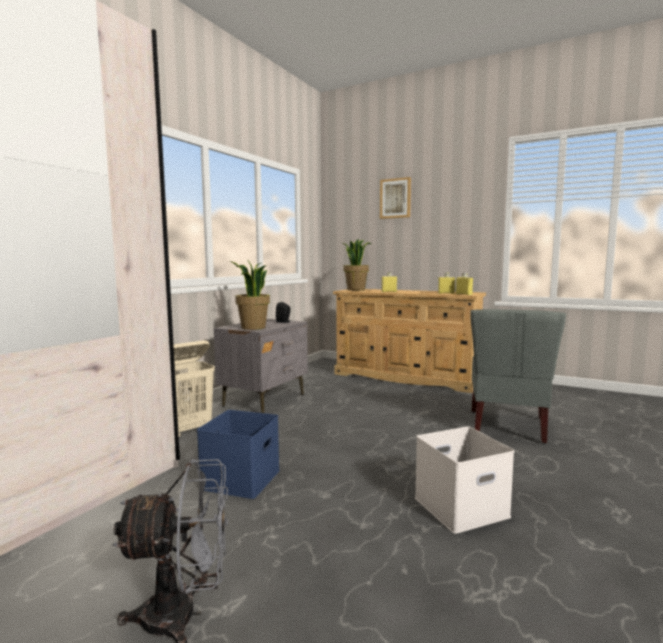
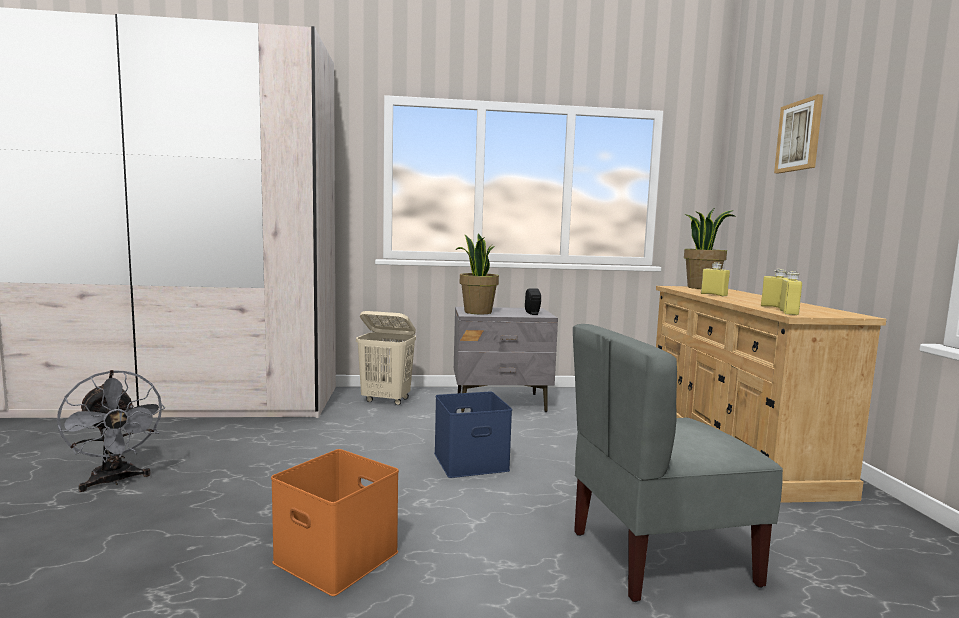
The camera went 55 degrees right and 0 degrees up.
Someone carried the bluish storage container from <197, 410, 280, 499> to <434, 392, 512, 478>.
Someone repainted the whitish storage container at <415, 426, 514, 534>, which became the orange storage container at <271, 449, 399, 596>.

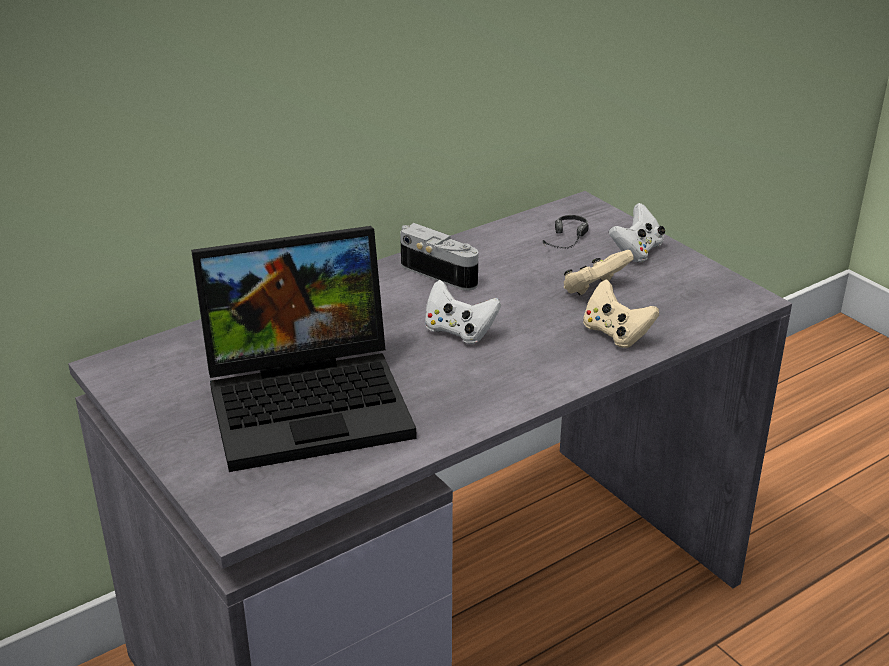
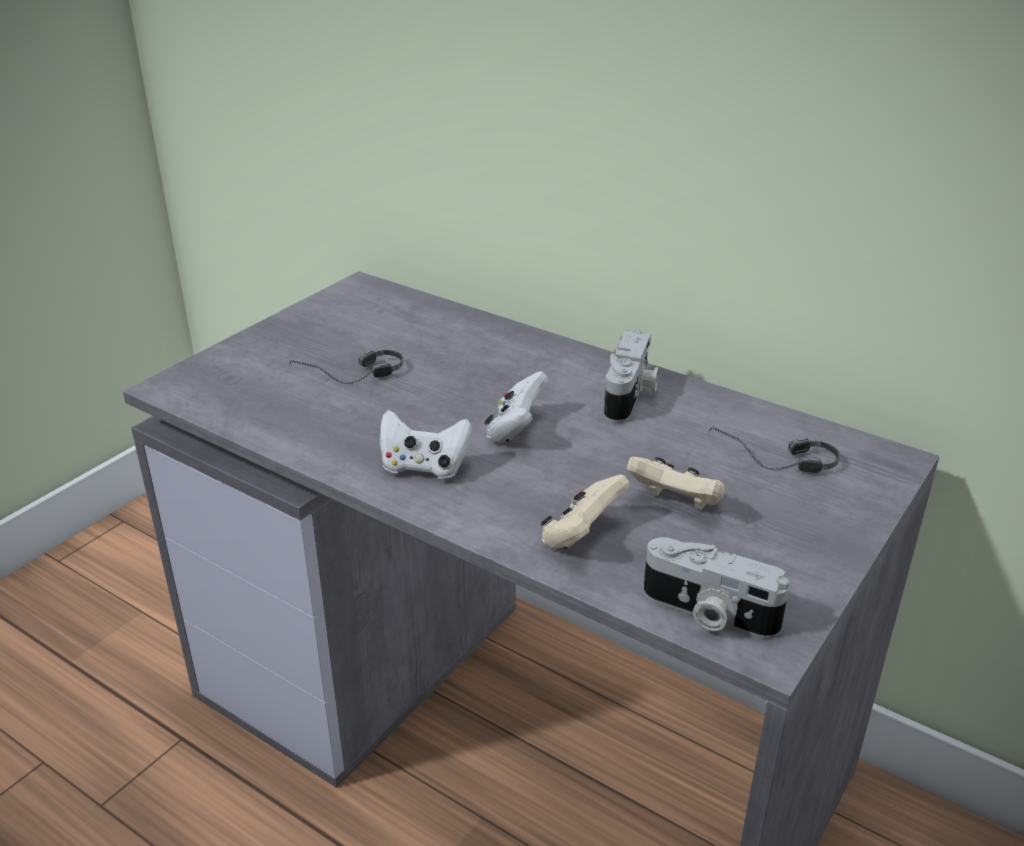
The camera went 70 degrees right and 0 degrees up.
Someone swapped the laptop at <191, 226, 416, 472> for the headset at <289, 350, 403, 384>.
Someone carried the whitish gamepad from <609, 203, 665, 263> to <380, 410, 472, 480>.
Someone put down the photo camera at <643, 537, 790, 639>.

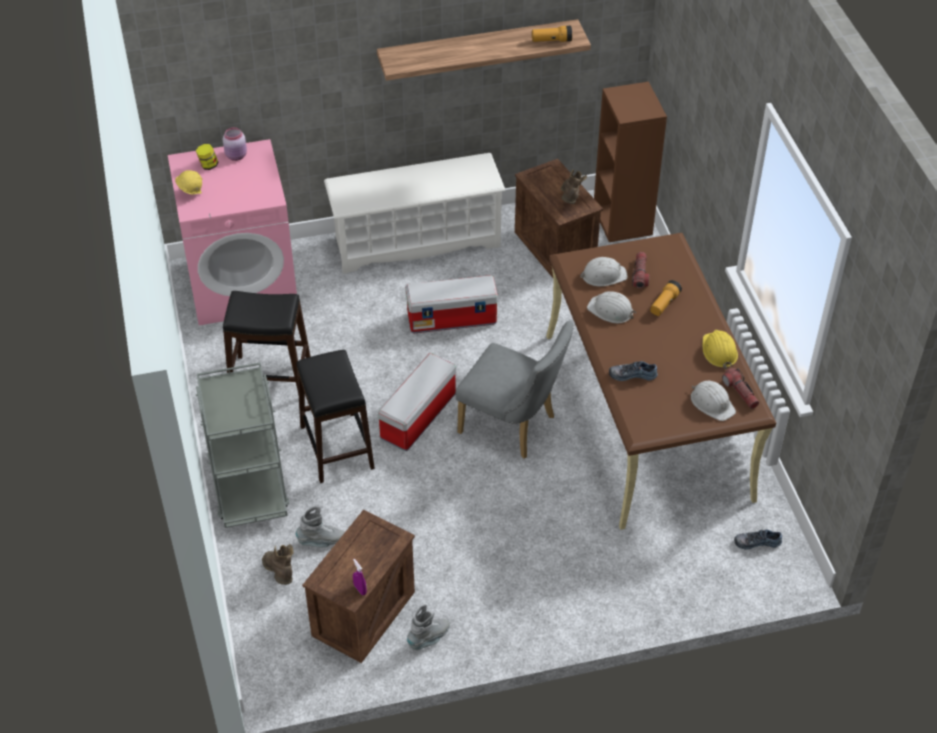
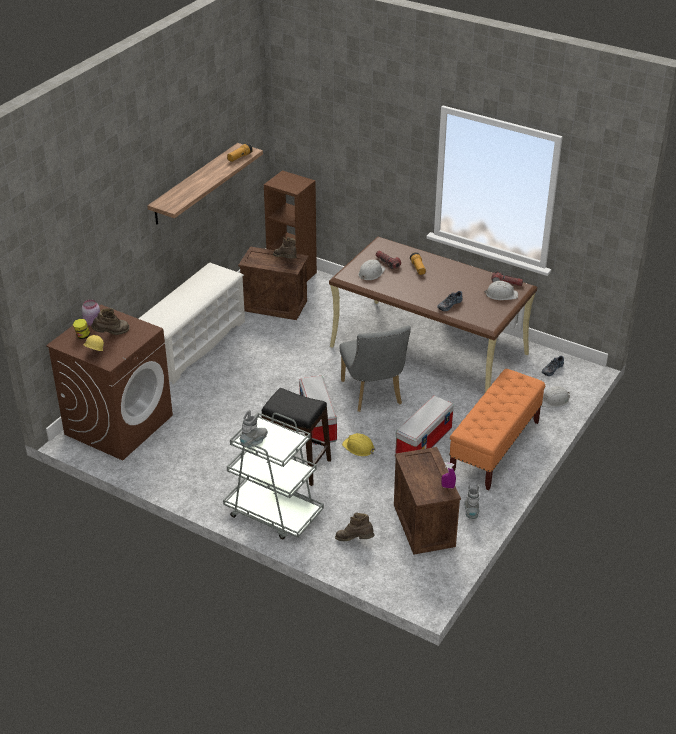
The camera went 45 degrees left and 10 degrees down.
Someone repainted the pinkish laundry machine at <168, 139, 297, 325>, which became the brown-coloured laundry machine at <46, 304, 173, 460>.
Someone took away the blackish stool at <223, 291, 311, 390>.
Someone carried the grey high-top boot from <296, 506, 345, 548> to <240, 410, 268, 448>.
Someone carried the storage container from <405, 275, 498, 333> to <395, 395, 454, 454>.
Someone rotated the grey plain chair at <455, 321, 573, 458> by 90 degrees clockwise.
Someone carried the whitish safety helmet from <587, 291, 636, 323> to <542, 386, 570, 407>.
Someone carried the yellow safety helmet from <702, 329, 738, 369> to <342, 433, 375, 456>.
Someone put down the brown-coloured high-top boot at <91, 308, 130, 335>.
Someone put down the orange indoor bench at <449, 369, 545, 490>.

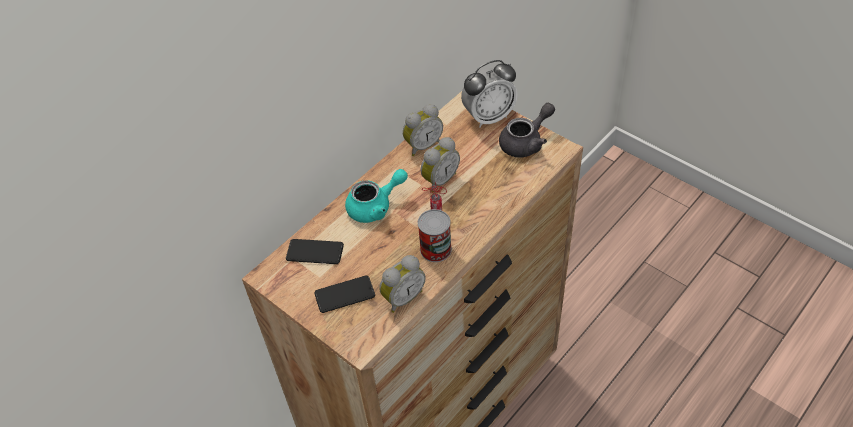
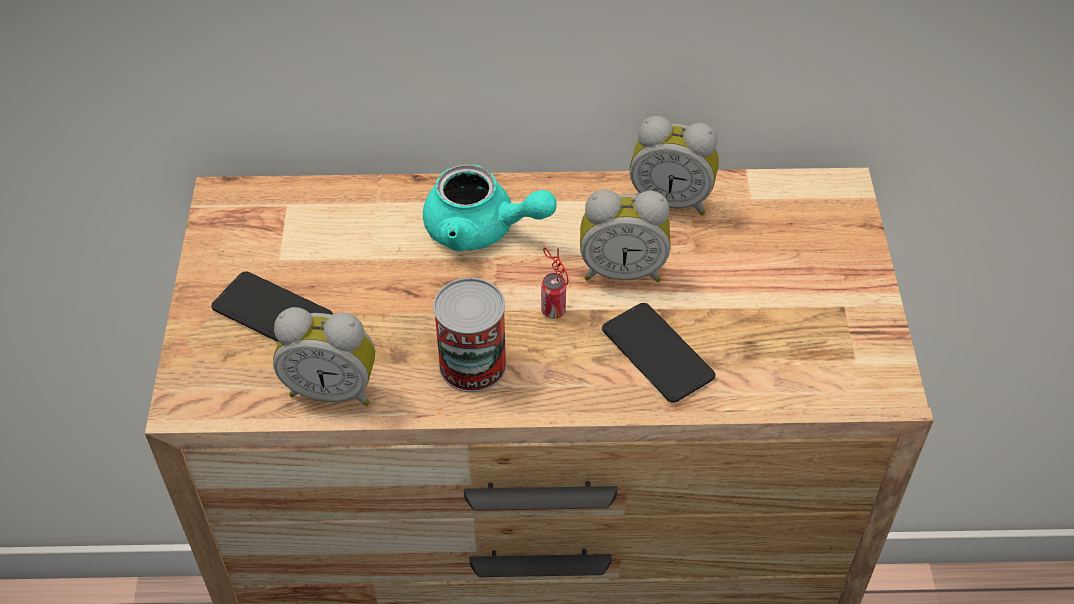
The camera went 45 degrees right and 0 degrees up.
Someone carried the handset from <286, 239, 344, 264> to <602, 303, 716, 403>.
Someone took away the bedside clock at <461, 60, 518, 128>.
Someone took away the grey tea pot at <499, 103, 555, 158>.

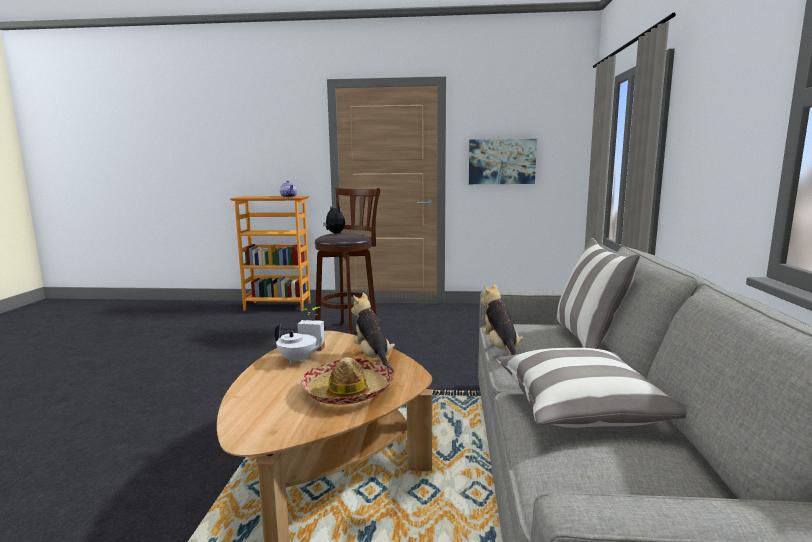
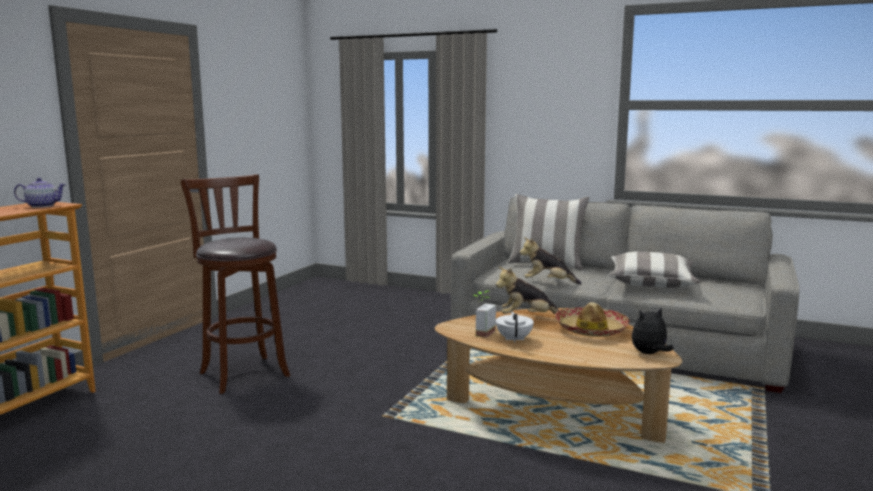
The camera went 70 degrees left and 0 degrees up.
Someone rotated the whitish tea pot at <274, 324, 322, 364> by 45 degrees counterclockwise.
Someone carried the cuddly toy from <323, 206, 345, 233> to <632, 308, 674, 354>.
Someone took away the picture at <469, 139, 537, 184>.

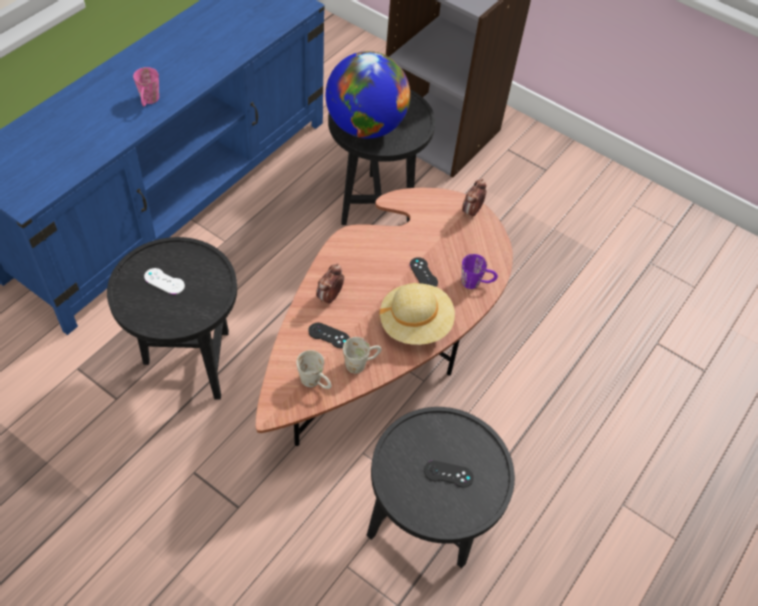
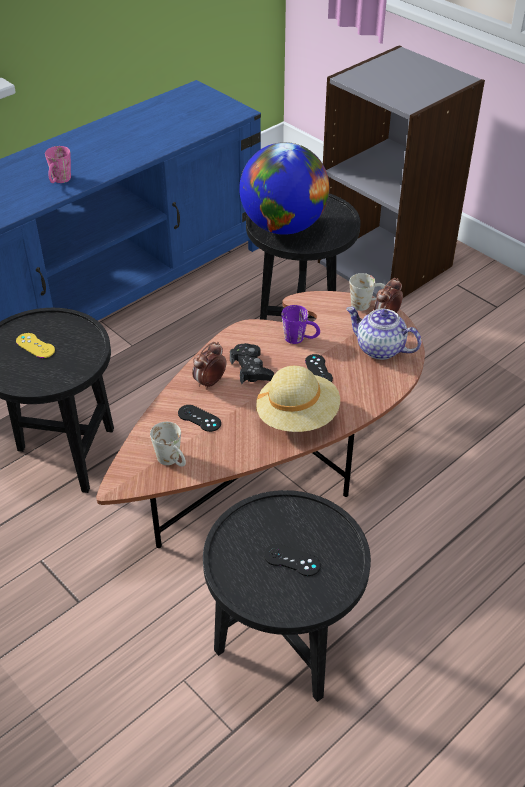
The camera went 15 degrees right and 10 degrees down.
Someone repainted the whitish gamepad at <144, 268, 185, 294>, which became the yellow gamepad at <16, 333, 55, 358>.
Someone carried the whitish coffee mug from <343, 337, 381, 374> to <350, 273, 385, 311>.
Someone carried the purple coffee mug from <462, 254, 498, 289> to <281, 305, 320, 344>.
Someone put down the blackish gamepad at <230, 343, 274, 384>.
Someone put down the tea pot at <346, 307, 421, 360>.

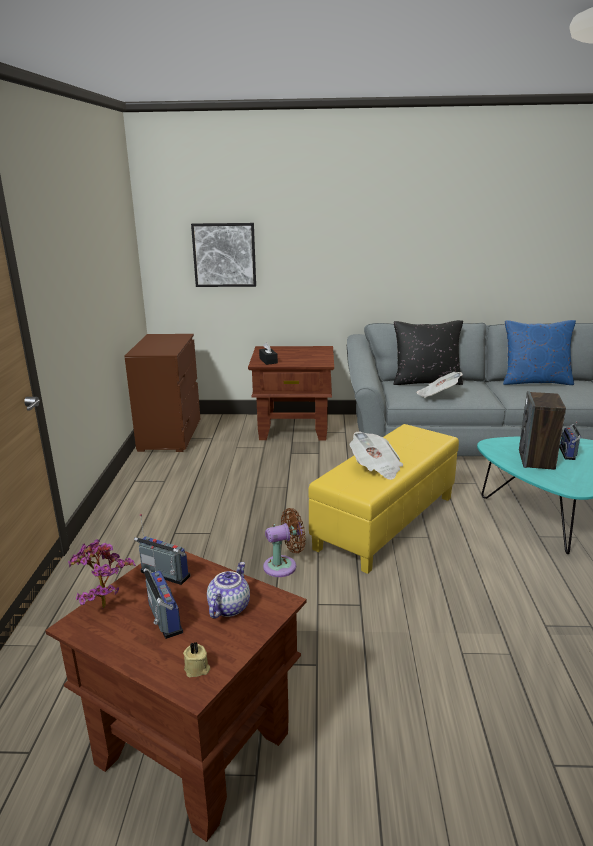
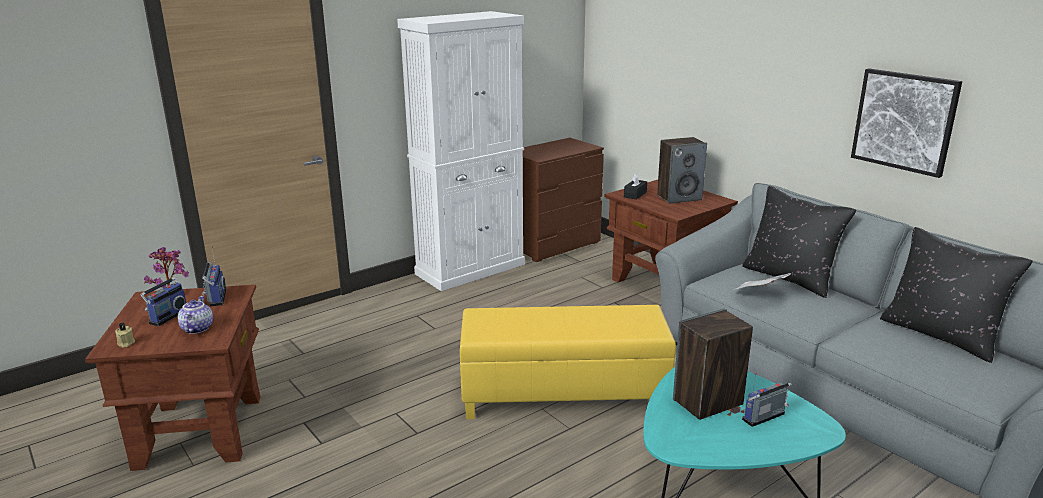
The camera went 50 degrees right and 0 degrees up.
Someone carried the picture from <191, 223, 256, 287> to <851, 69, 962, 178>.
Someone rotated the tea pot at <207, 562, 250, 619> by 75 degrees counterclockwise.
Someone took away the brown-coloured electric fan at <263, 508, 306, 577>.
Someone took away the printed paper at <350, 431, 404, 480>.
Someone repainted the bluish cushion at <503, 320, 576, 385>, which became the blackish cushion at <880, 227, 1033, 363>.
Someone put down the whitish cupboard at <397, 11, 525, 291>.
Someone put down the speaker at <657, 137, 707, 204>.

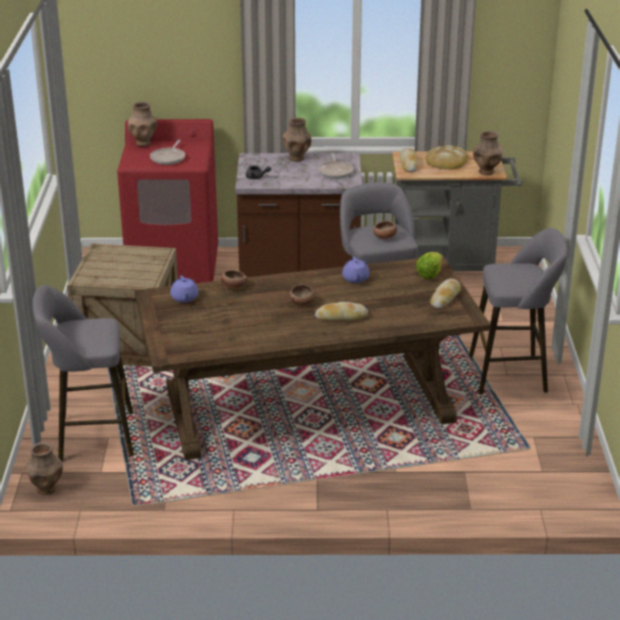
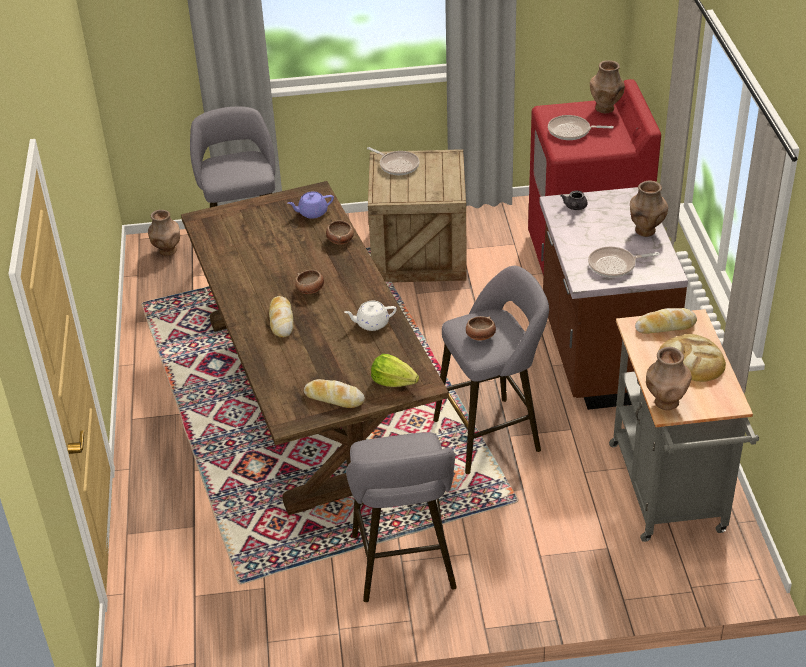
The camera went 85 degrees right and 10 degrees up.
Someone repainted the purple tea pot at <342, 257, 370, 283>, which became the whitish tea pot at <344, 301, 397, 331>.
Someone put down the frying pan at <367, 147, 419, 175>.

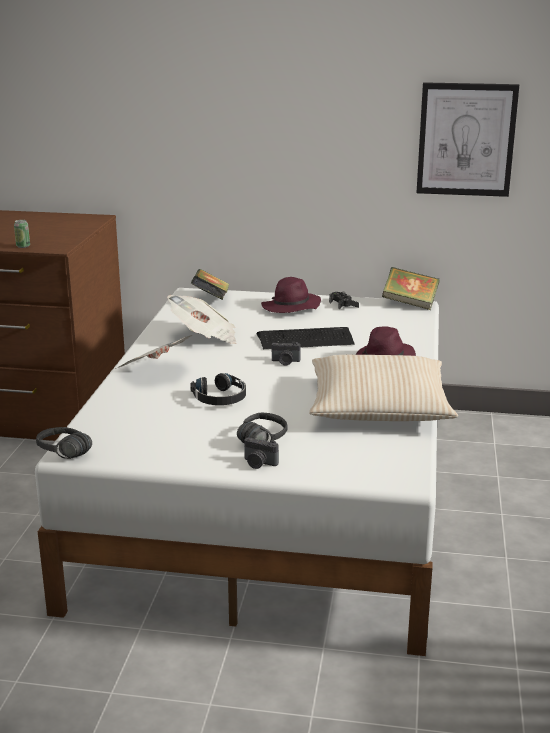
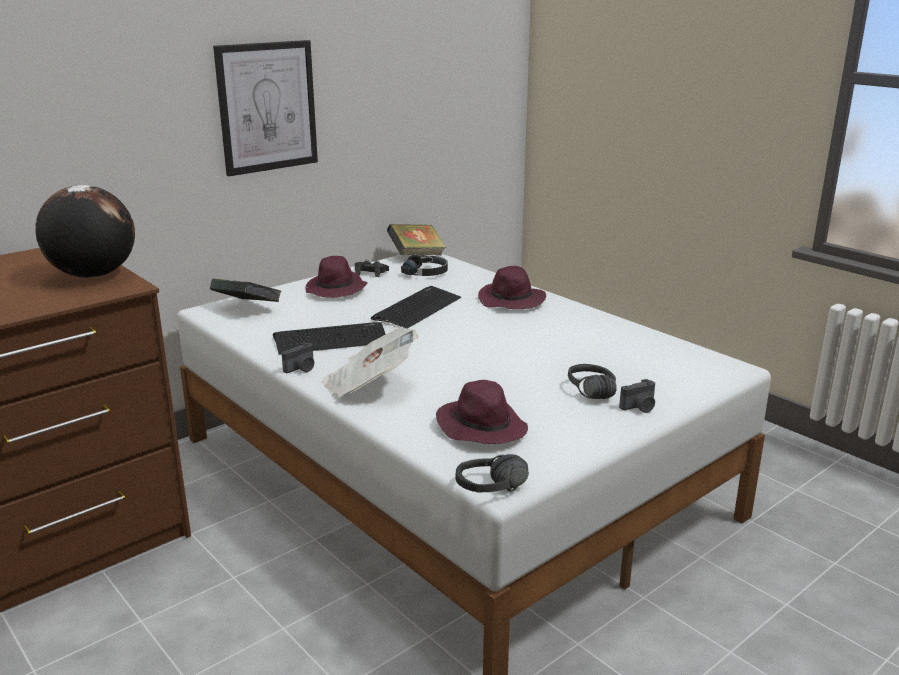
The camera went 50 degrees left and 0 degrees up.
Someone took away the sealed can at <14, 220, 30, 248>.
Someone swapped the printed paper at <167, 295, 236, 344> for the computer keyboard at <273, 322, 385, 355>.
Someone carried the blackish headset from <190, 373, 246, 405> to <401, 254, 448, 276>.
Someone carried the photo camera from <272, 342, 301, 366> to <282, 342, 314, 373>.
Someone took away the beige-coloured cushion at <309, 355, 458, 421>.
Someone carried the picture from <417, 82, 519, 197> to <213, 40, 318, 176>.
Someone put down the world globe at <35, 185, 135, 278>.
Someone put down the purple clothing hat at <436, 380, 528, 444>.

